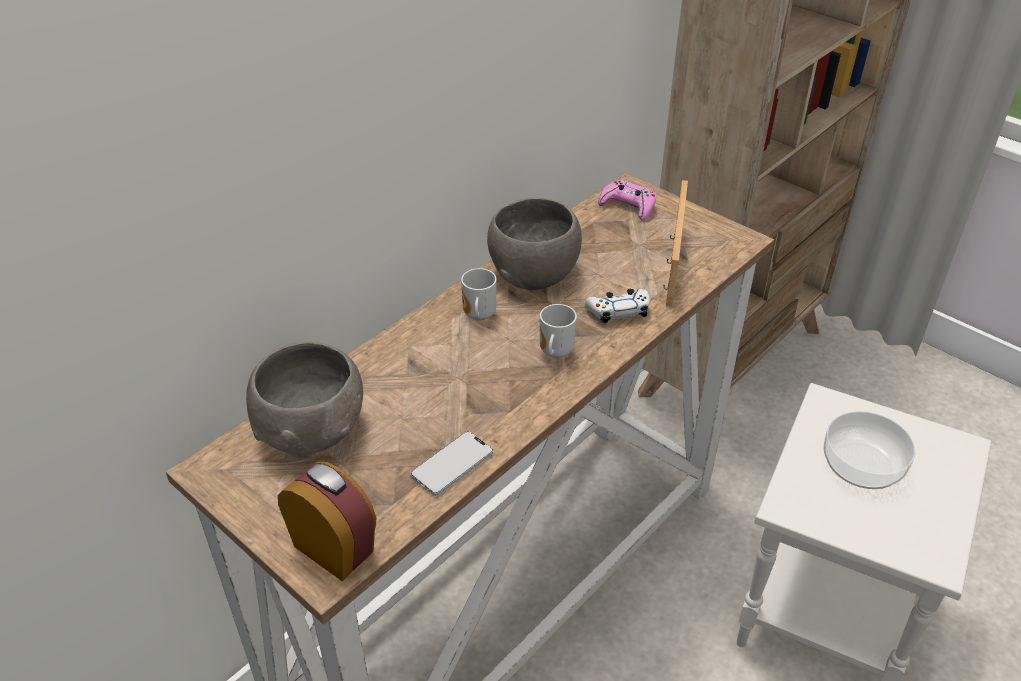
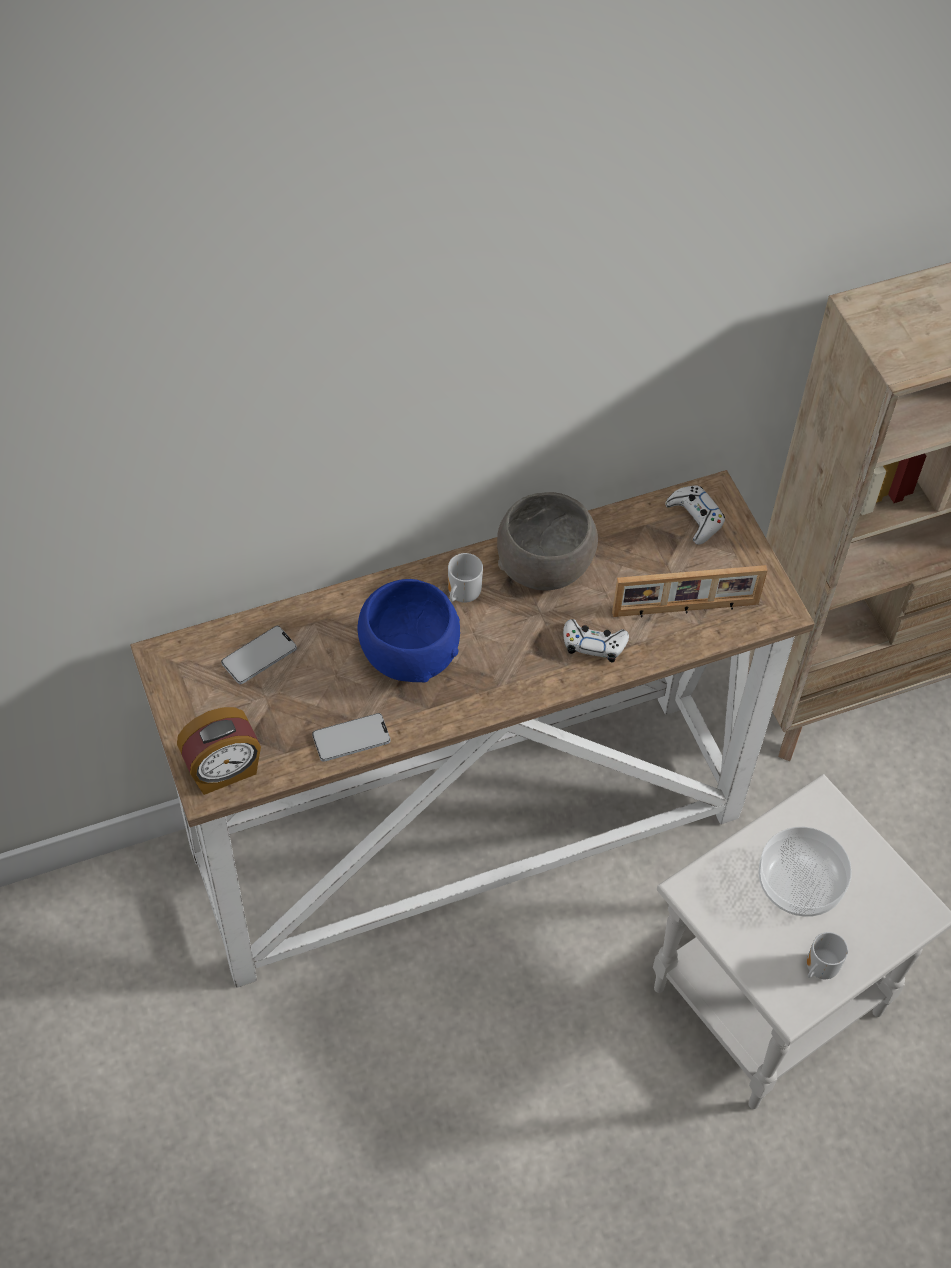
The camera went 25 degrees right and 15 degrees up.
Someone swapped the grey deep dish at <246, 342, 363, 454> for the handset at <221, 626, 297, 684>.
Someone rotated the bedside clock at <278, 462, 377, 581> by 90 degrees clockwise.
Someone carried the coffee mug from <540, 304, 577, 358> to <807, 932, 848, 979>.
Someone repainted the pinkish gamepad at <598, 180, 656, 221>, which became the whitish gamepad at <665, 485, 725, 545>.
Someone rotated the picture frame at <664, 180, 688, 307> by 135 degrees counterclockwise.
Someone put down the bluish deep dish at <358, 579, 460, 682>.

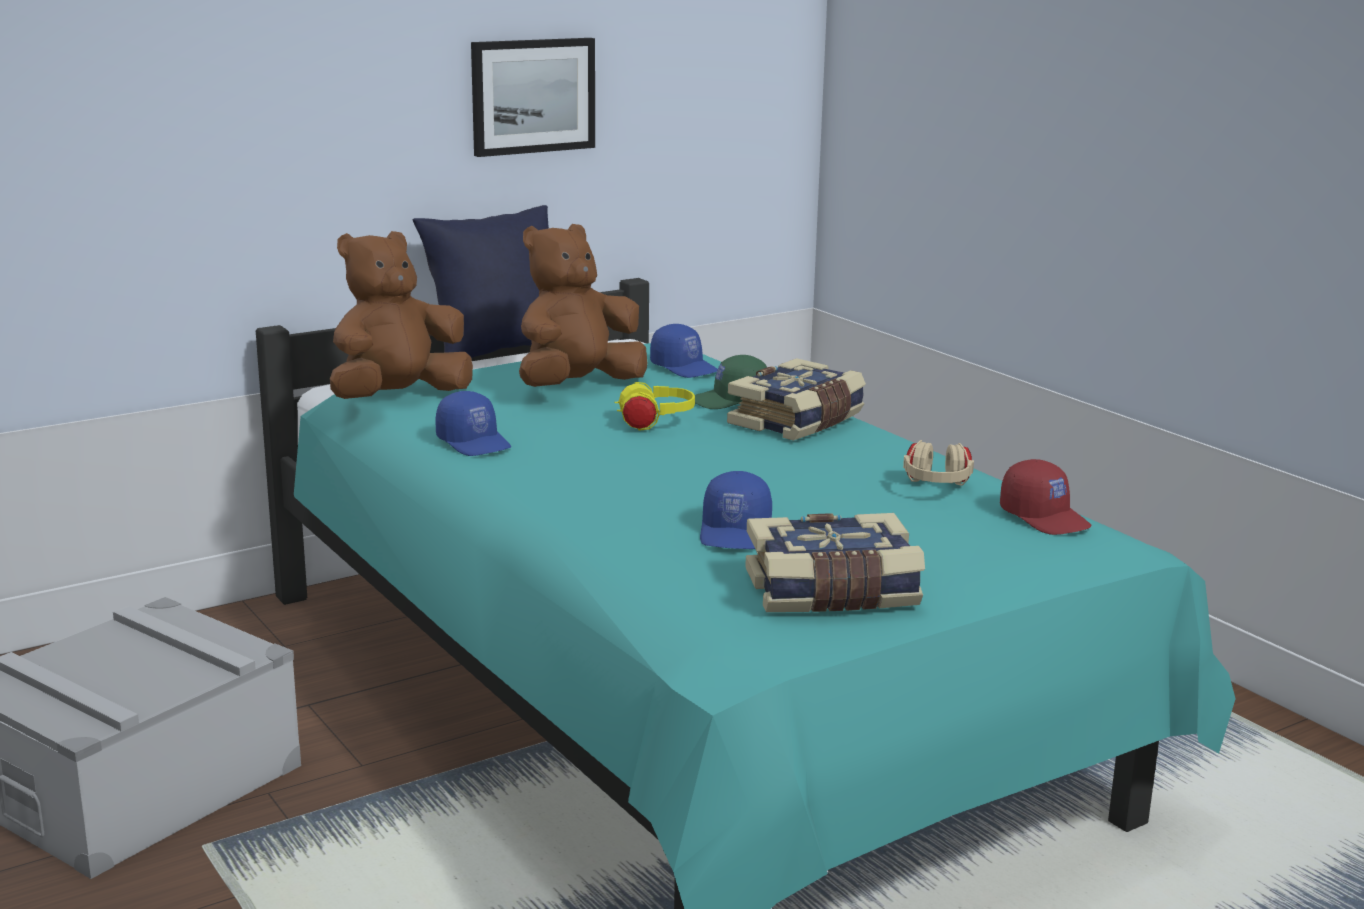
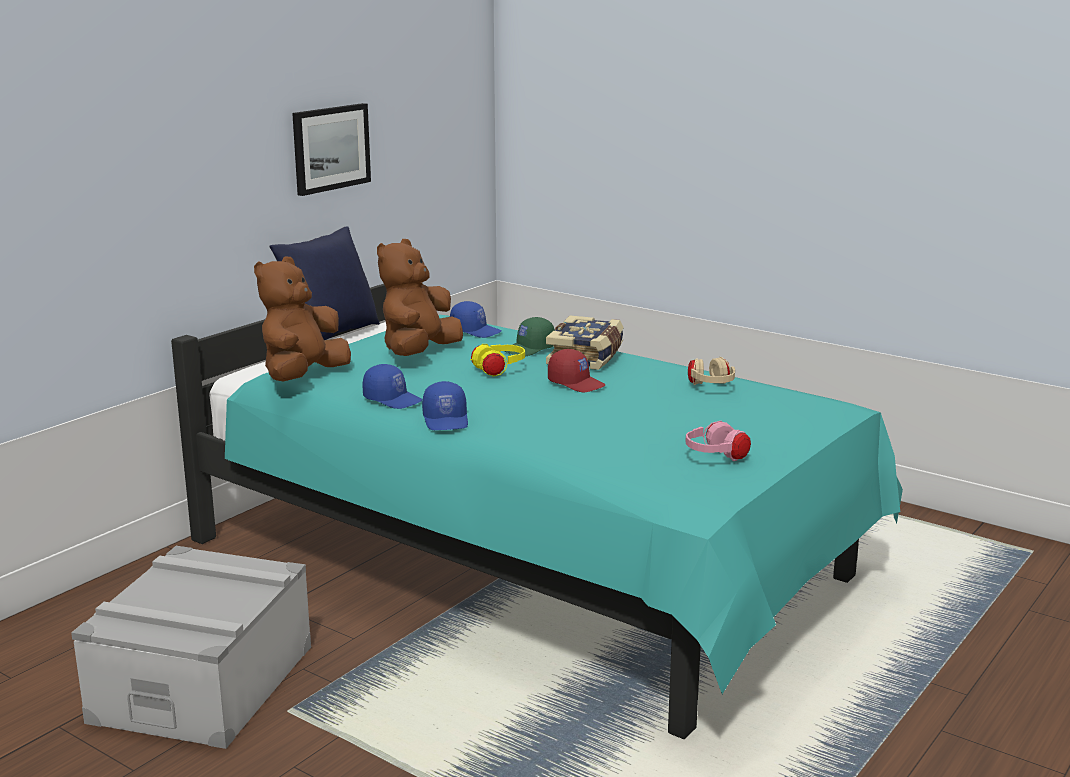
The camera went 20 degrees left and 0 degrees up.
Someone carried the bluish peaked cap from <700, 471, 772, 549> to <422, 381, 468, 430>.
Someone swapped the bound book at <745, 513, 925, 612> for the pinkish headset at <685, 421, 751, 461>.
Someone carried the reddish peaked cap from <1000, 459, 1092, 535> to <548, 349, 605, 392>.

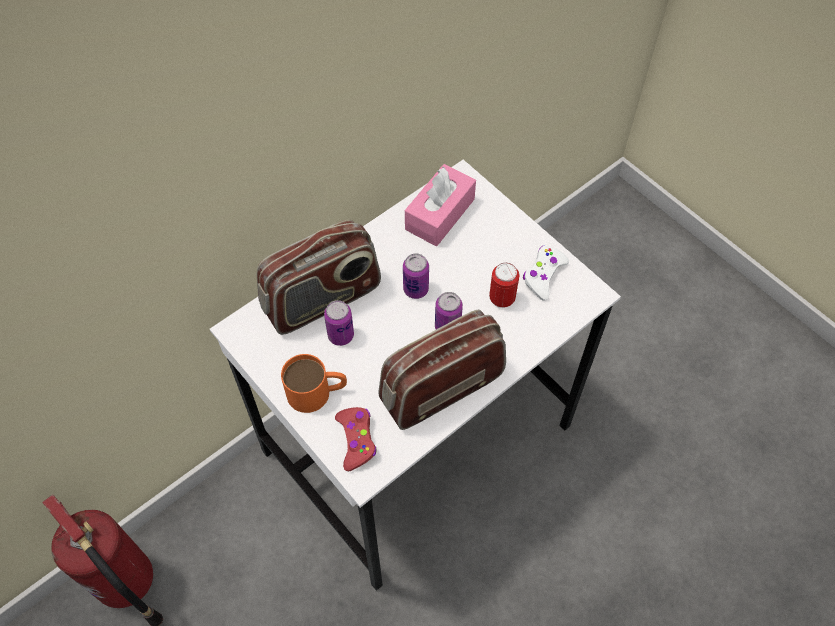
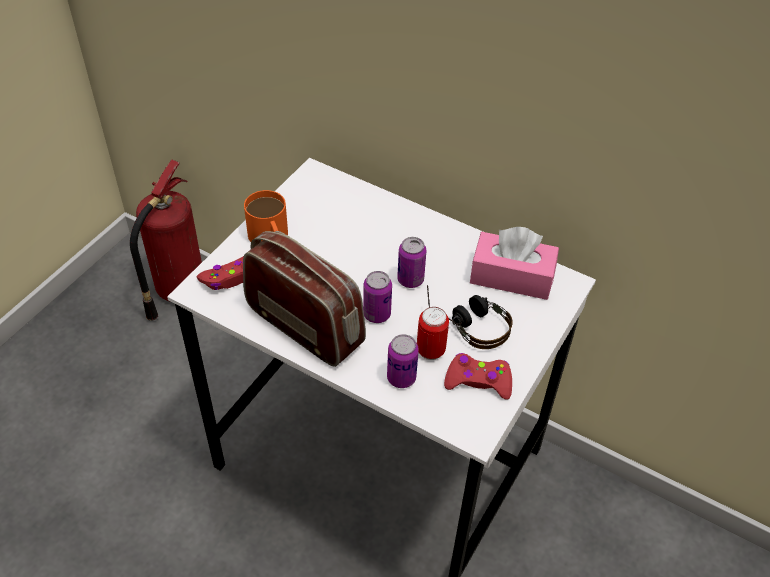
The camera went 70 degrees right and 10 degrees down.
Someone took away the radio set at <257, 219, 381, 335>.
Someone carried the sealed can from <324, 300, 354, 346> to <387, 334, 419, 388>.
Someone repainted the whitish gamepad at <523, 246, 569, 301>, which became the reddish gamepad at <444, 353, 512, 400>.
Someone put down the headset at <427, 285, 513, 349>.

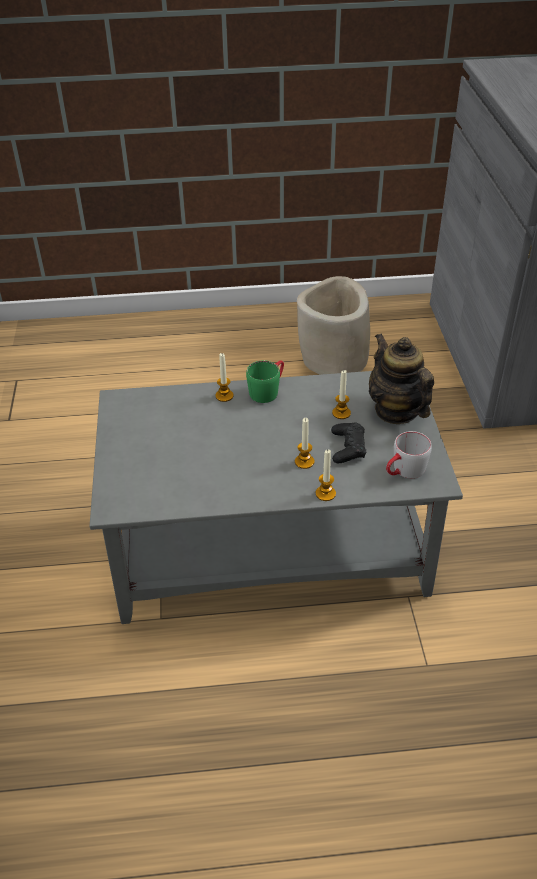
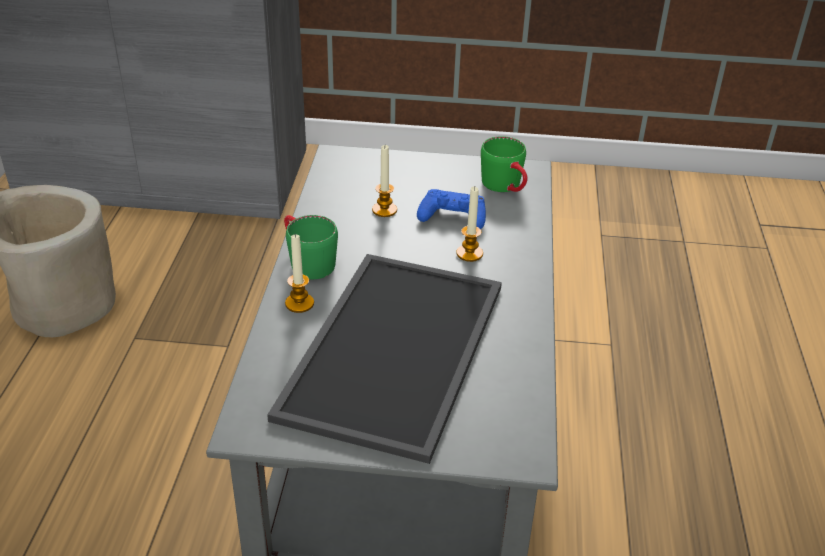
The camera went 80 degrees left and 5 degrees down.
Someone took away the candle at <316, 450, 336, 501>.
Someone repainted the blackish gamepad at <331, 422, 366, 463>, which became the bluish gamepad at <417, 189, 486, 229>.
Someone took away the tea pot at <369, 333, 434, 424>.
Someone repainted the grey coffee mug at <386, 431, 432, 478>, which became the greenish coffee mug at <481, 136, 528, 192>.
Someone put down the serving tray at <267, 254, 502, 464>.

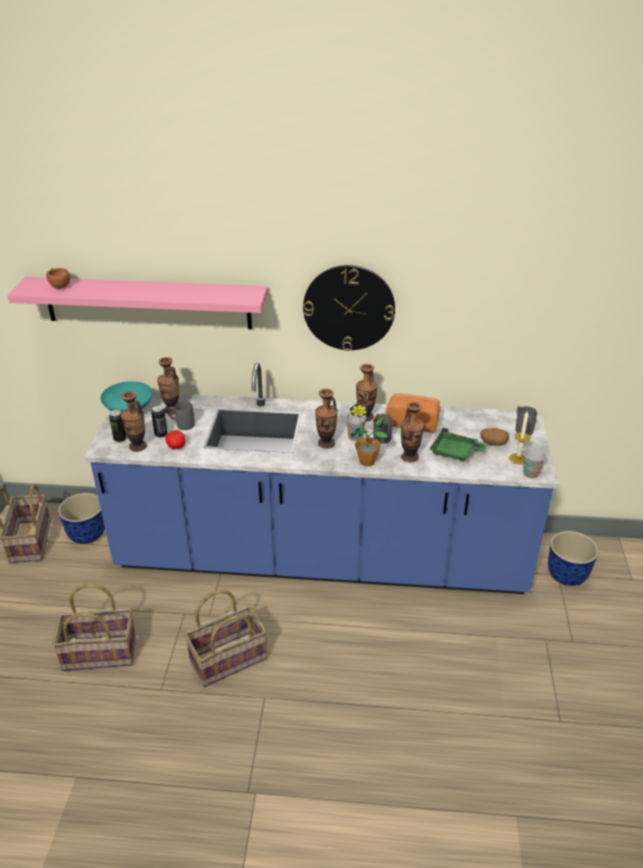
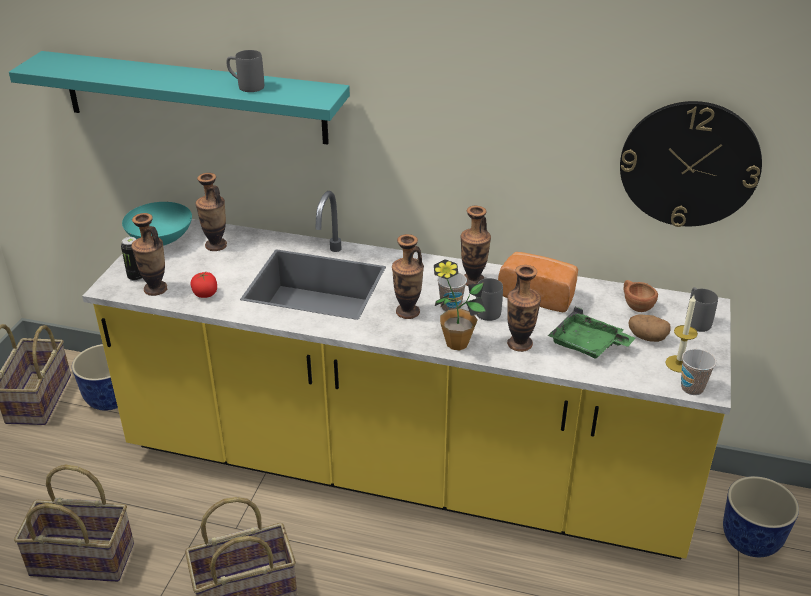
The camera went 10 degrees right and 0 degrees up.
Someone repainted the pinkish wall shelf at <7, 277, 268, 329>, which became the turquoise-coloured wall shelf at <9, 51, 350, 145>.
Someone carried the brown-coloured small cup from <46, 268, 70, 289> to <623, 280, 658, 312>.
Someone repainted the bluish kitchen counter at <84, 363, 559, 594>, which became the yellow kitchen counter at <82, 191, 731, 559>.
Someone took away the sealed can at <151, 405, 168, 438>.
Someone carried the grey coffee mug from <167, 401, 195, 430> to <226, 50, 264, 92>.
Someone carried the wall clock from <303, 265, 395, 351> to <620, 101, 762, 227>.

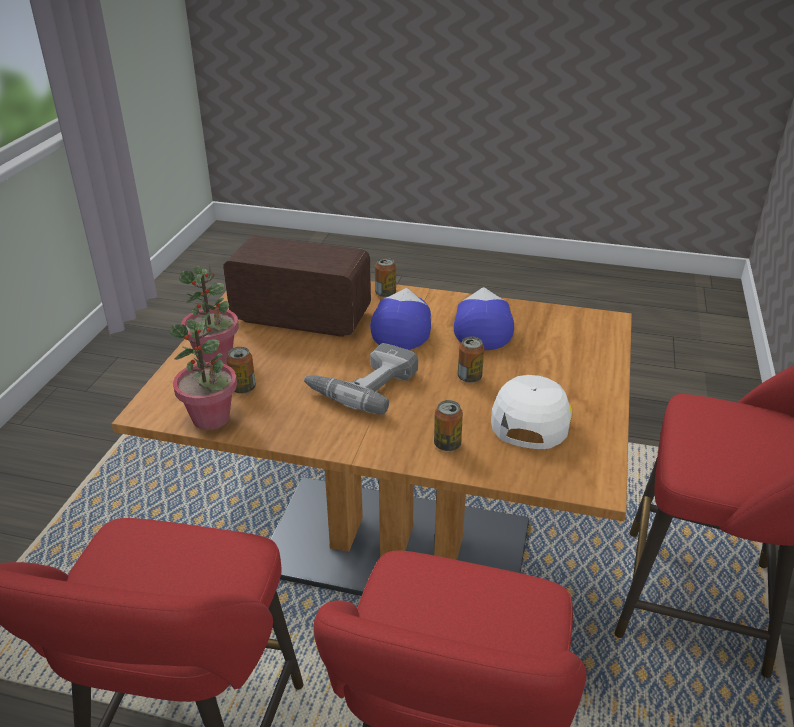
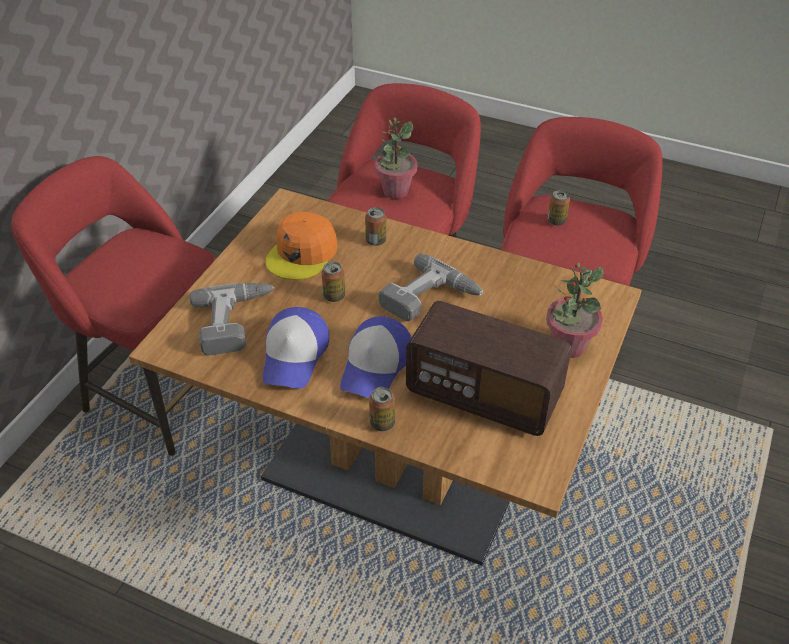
The camera went 170 degrees left and 10 degrees up.
Someone carried the potted plant from <170, 319, 237, 430> to <374, 117, 418, 199>.
Someone carried the sealed can from <226, 347, 256, 394> to <547, 190, 570, 226>.
Someone repainted the whitish peaked cap at <491, 375, 572, 449>, which became the orange peaked cap at <266, 212, 338, 280>.
Someone put down the drill at <190, 283, 275, 356>.

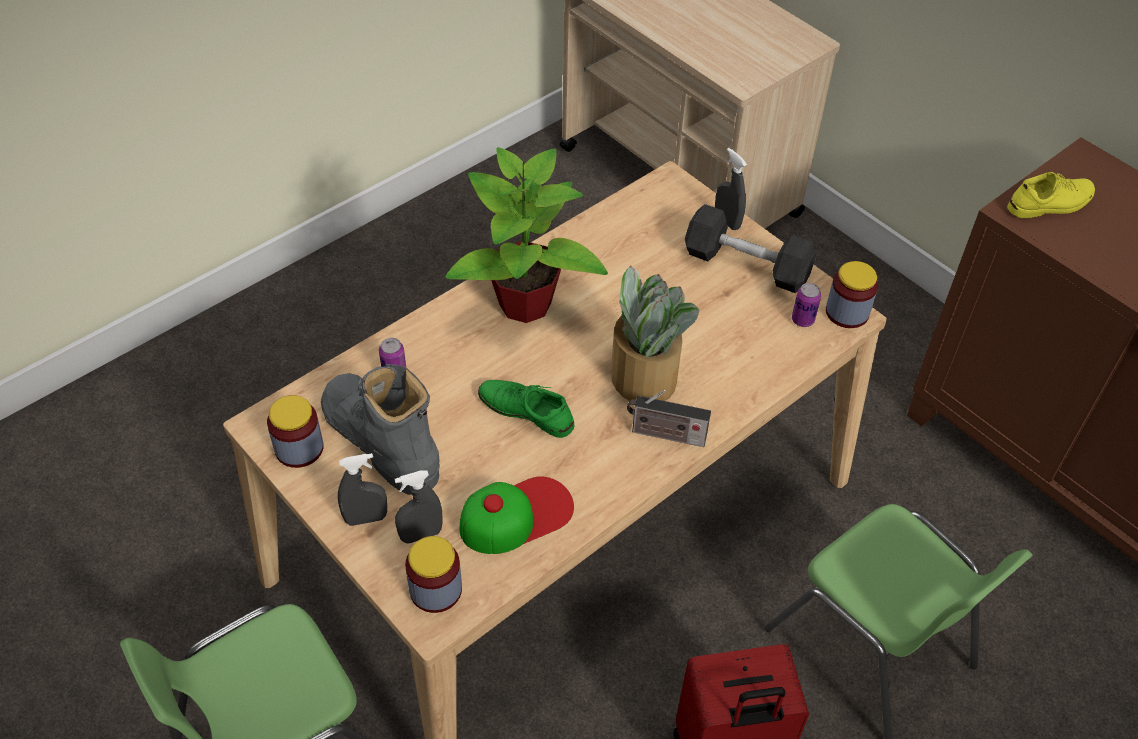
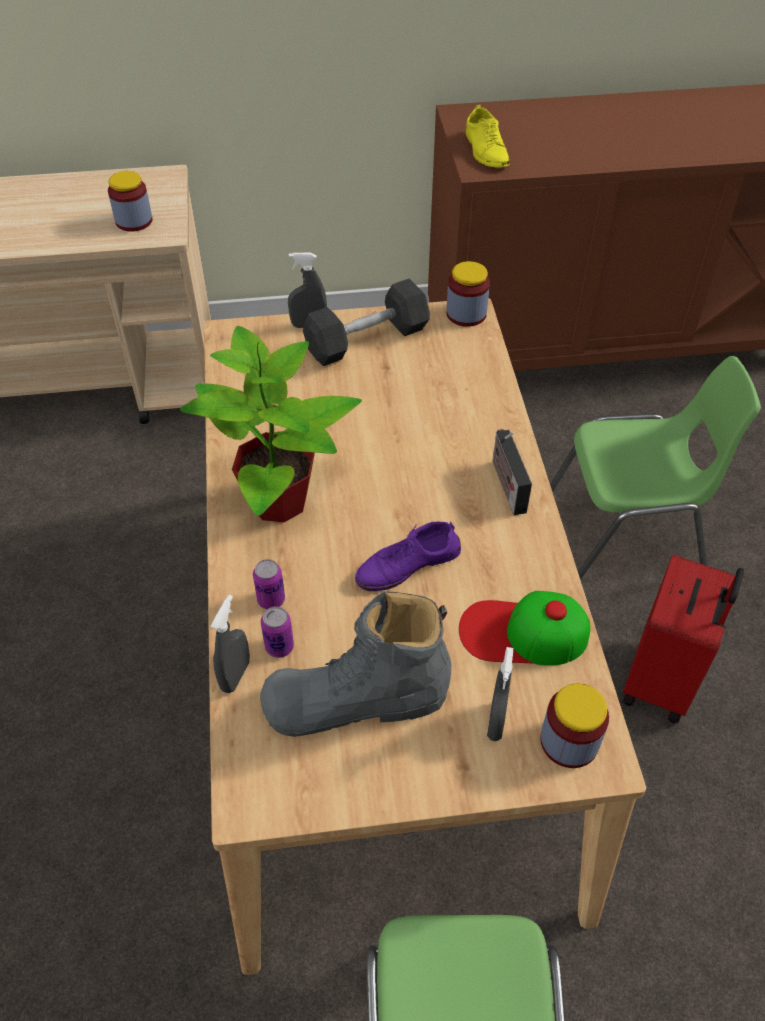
The camera went 55 degrees left and 0 degrees up.
Someone carried the jar from <267, 395, 323, 468> to <108, 171, 152, 232>.
Someone carried the grey sprayer from <338, 453, 387, 526> to <211, 594, 250, 693>.
Someone rotated the peaked cap at <460, 476, 574, 554> by 90 degrees counterclockwise.
Someone repainted the greenish item of footwear at <478, 380, 574, 438>, which became the purple item of footwear at <355, 521, 461, 591>.
Someone took away the potted plant at <611, 265, 699, 401>.
Someone rotated the radio set at <627, 390, 711, 447> by 120 degrees clockwise.
Someone carried the sealed can from <792, 283, 821, 327> to <253, 559, 285, 609>.
Someone rotated the yellow item of footwear at <1007, 172, 1095, 218> by 150 degrees clockwise.

